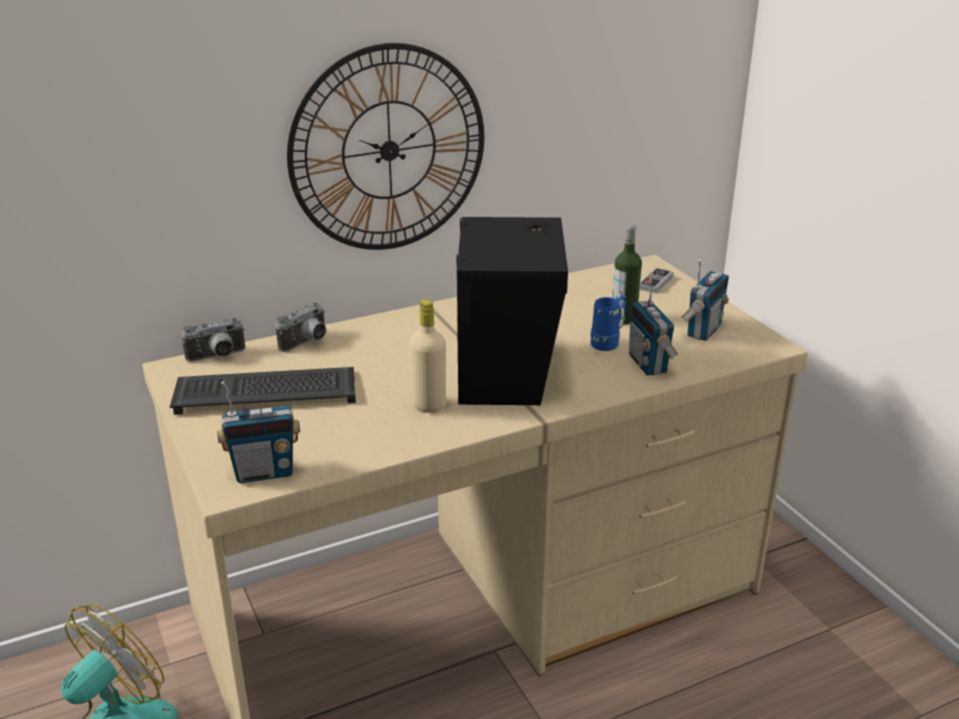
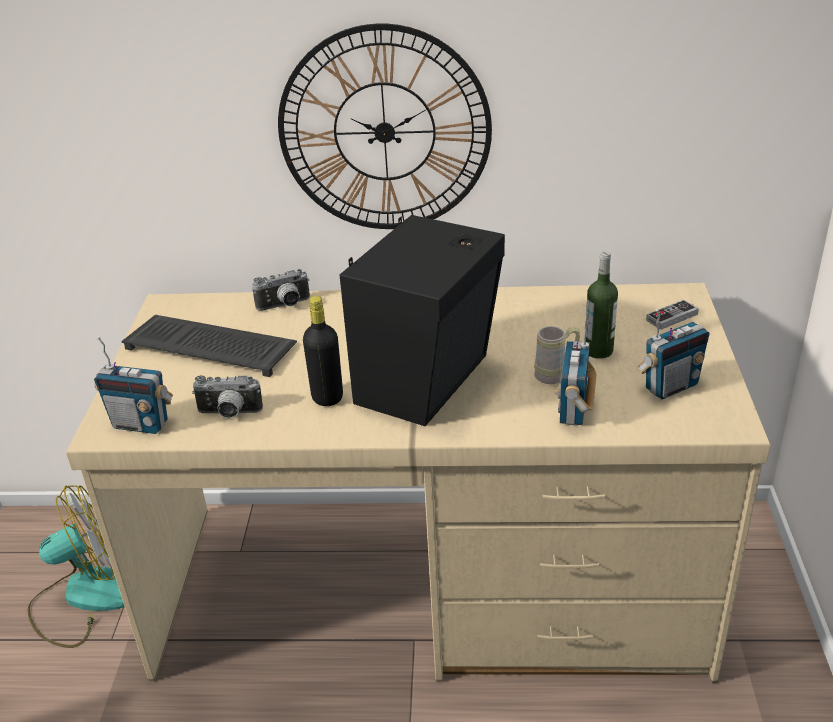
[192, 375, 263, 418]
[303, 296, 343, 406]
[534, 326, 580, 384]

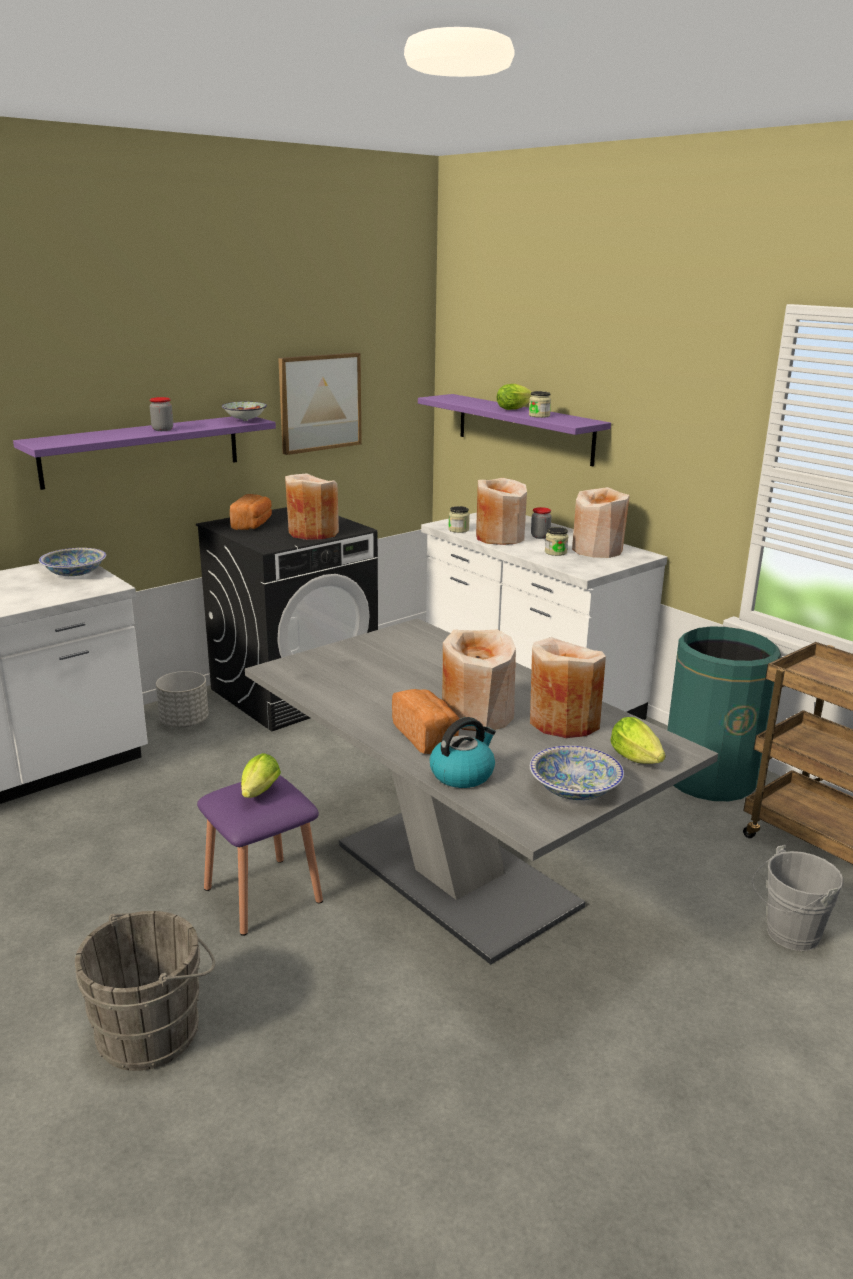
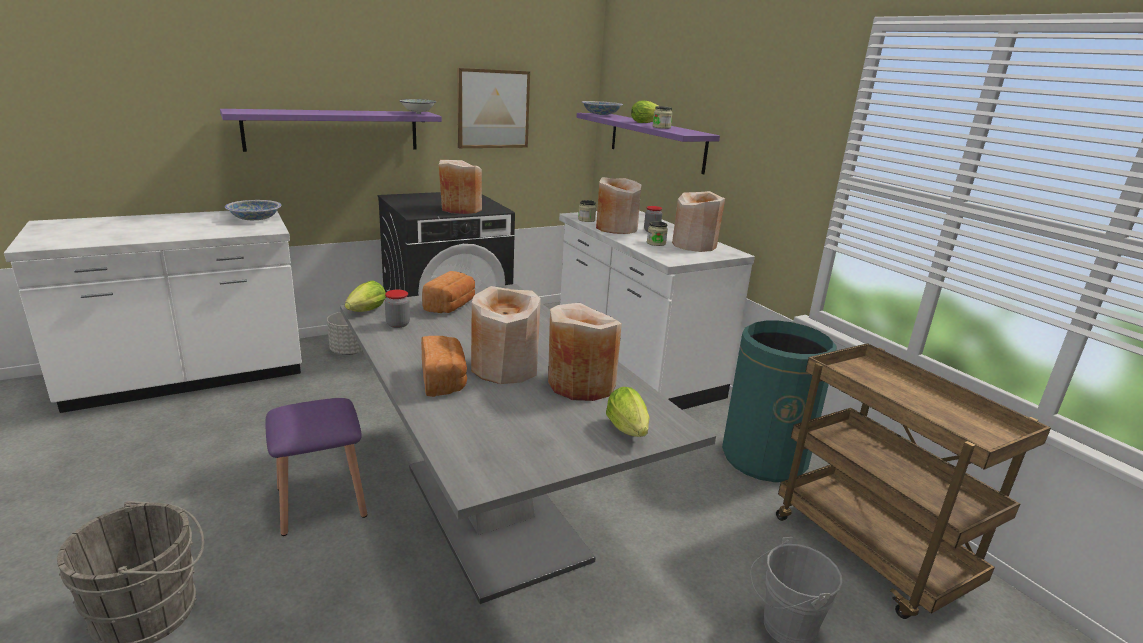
[345, 280, 386, 312]
[385, 290, 410, 328]
[422, 271, 475, 313]
[582, 101, 623, 115]
[430, 717, 496, 788] (first image)

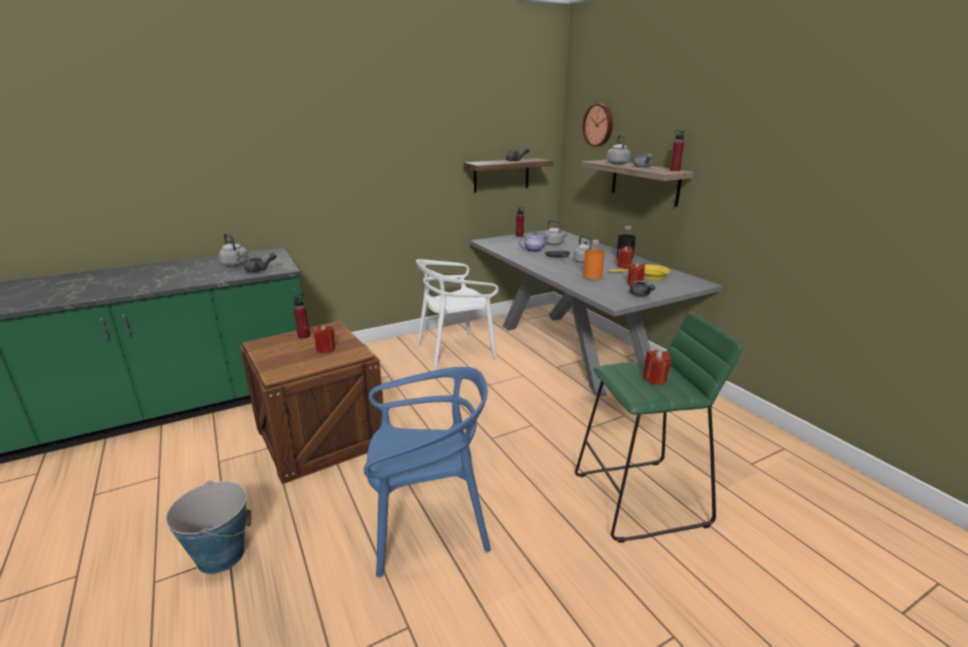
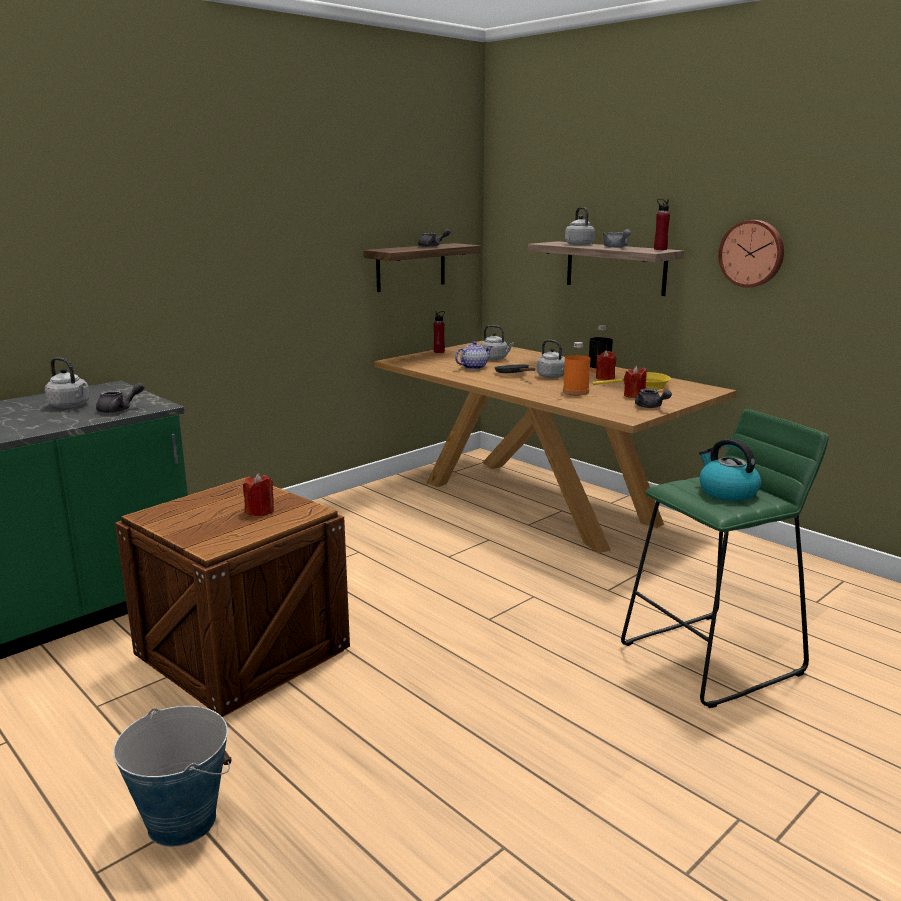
[374, 341, 736, 553]
[699, 438, 761, 501]
[718, 220, 784, 287]
[294, 294, 310, 339] (first image)
[364, 367, 491, 577] (first image)
[416, 259, 499, 368] (first image)

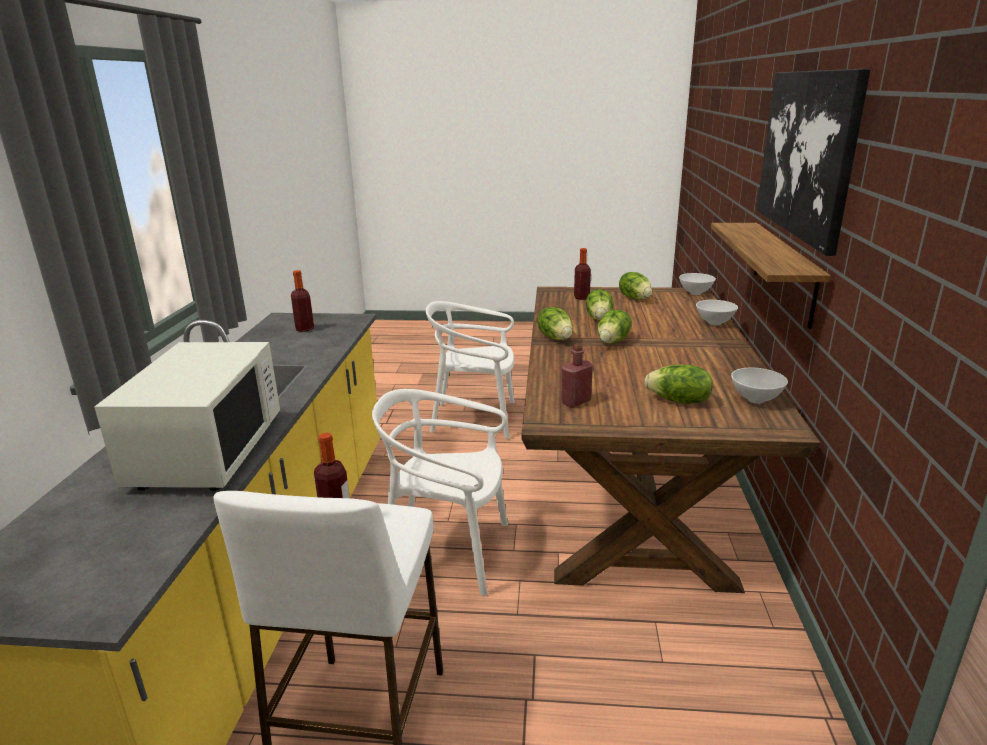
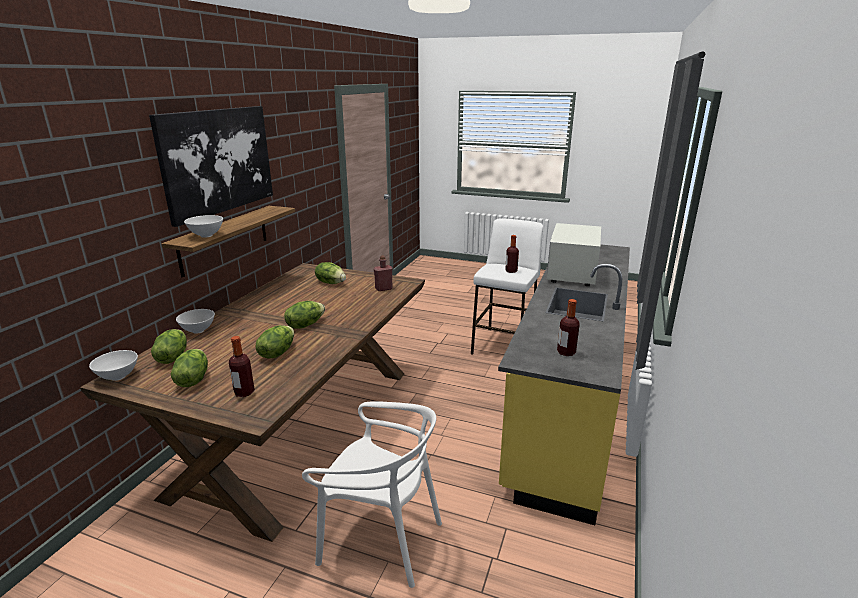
[151, 329, 187, 364]
[184, 215, 223, 238]
[372, 389, 508, 596] (first image)

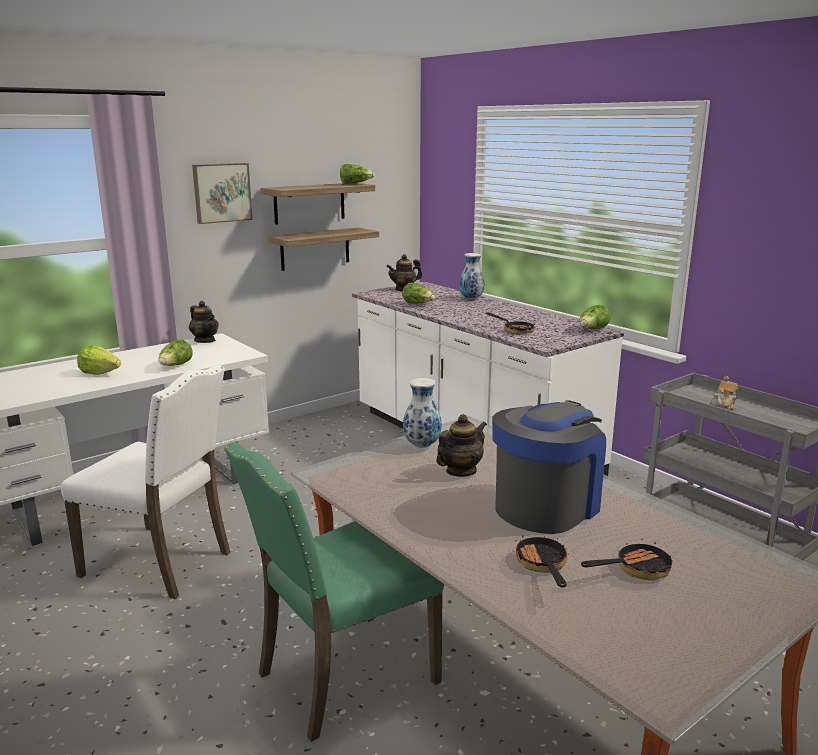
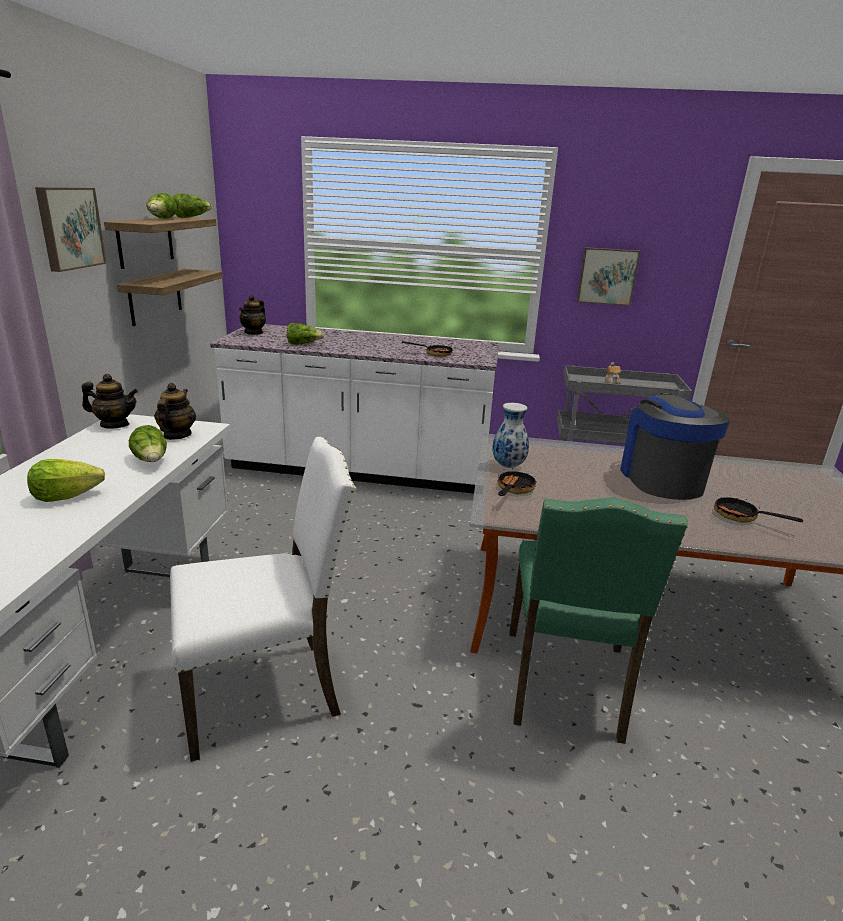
[147, 193, 177, 219]
[154, 383, 196, 440]
[498, 468, 537, 496]
[577, 247, 640, 306]
[459, 253, 485, 299] (first image)

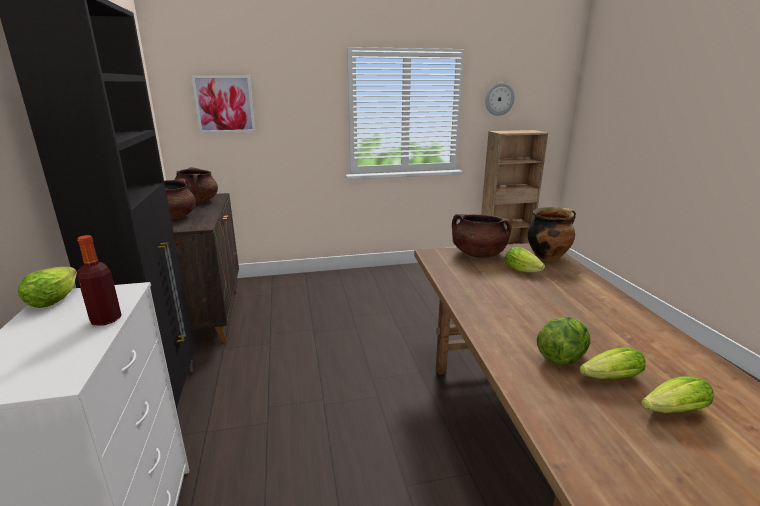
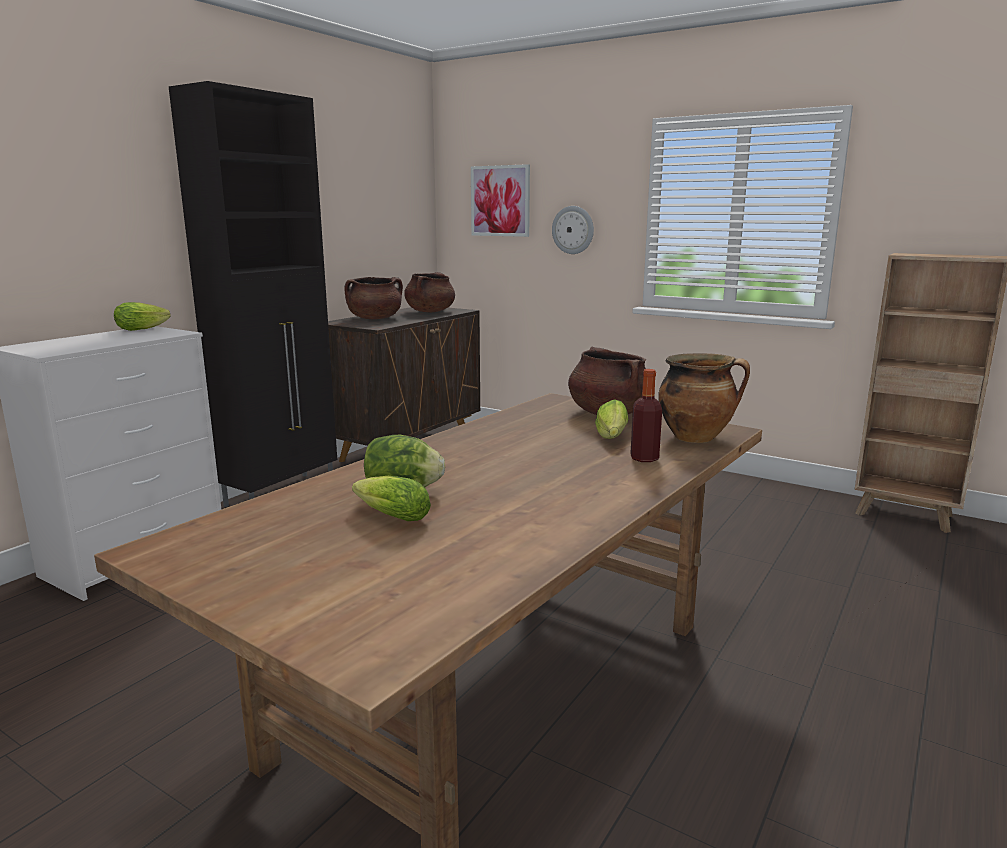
[552, 206, 594, 254]
[630, 369, 662, 462]
[641, 376, 714, 413] (first image)

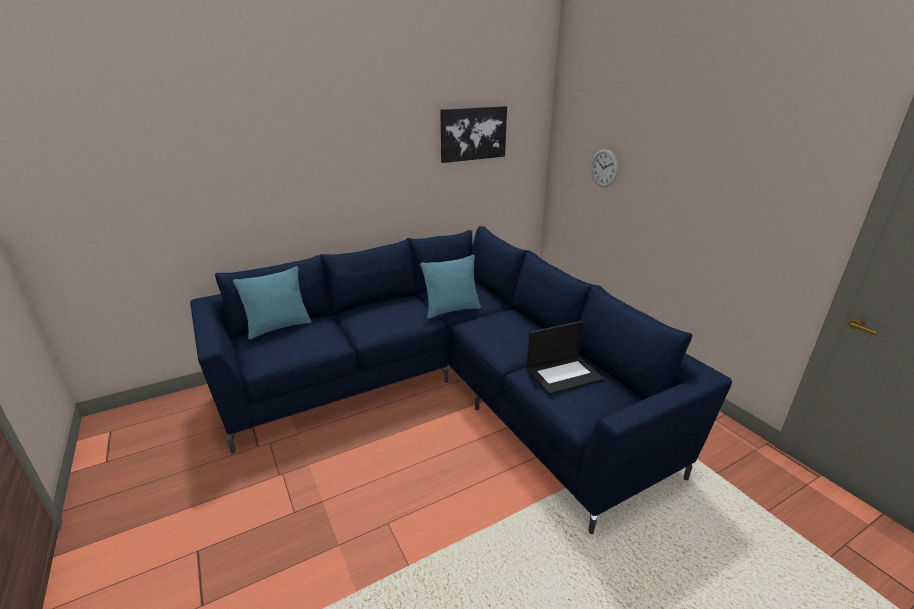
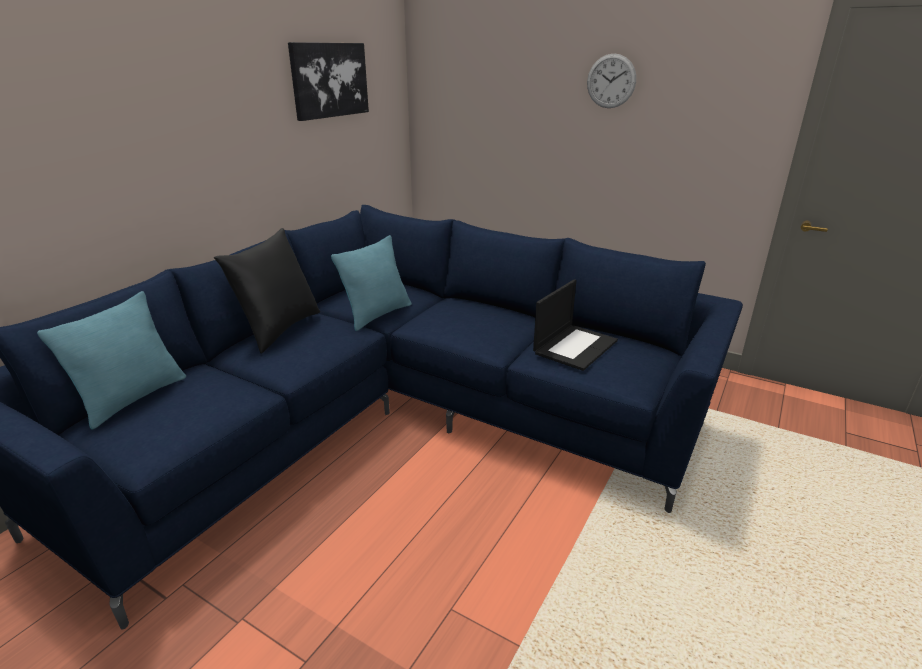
[214, 228, 320, 354]
[587, 54, 636, 108]

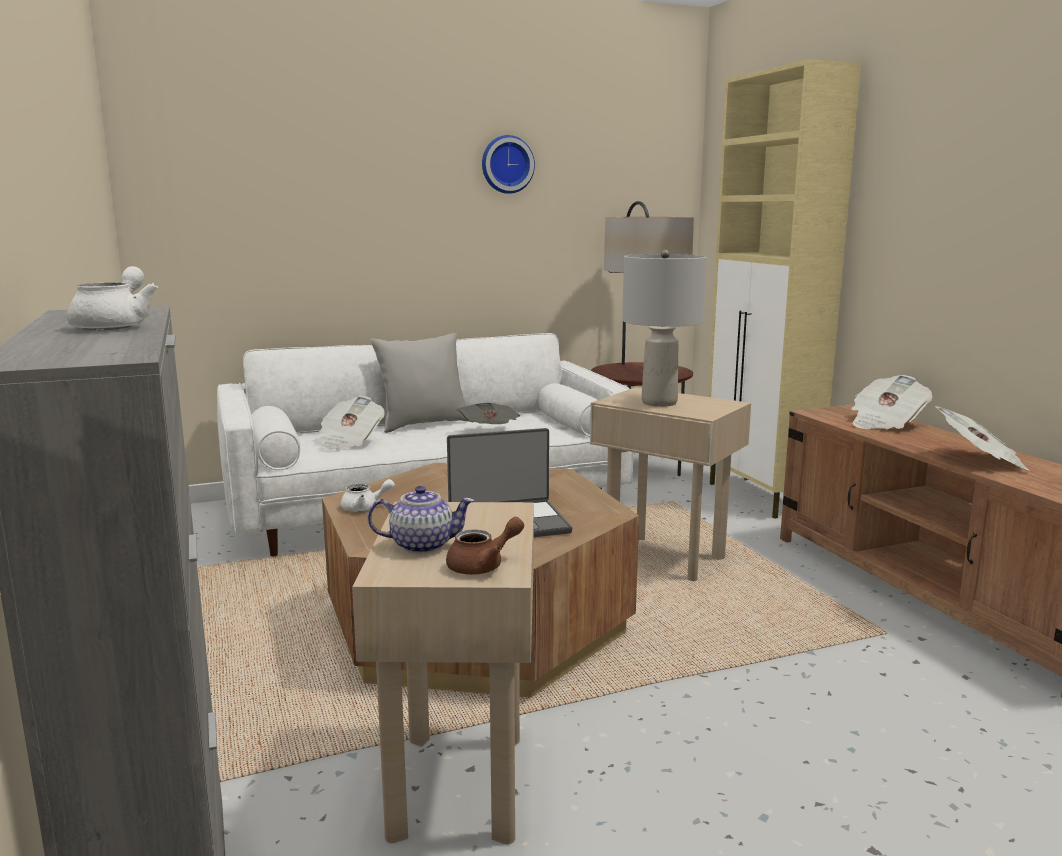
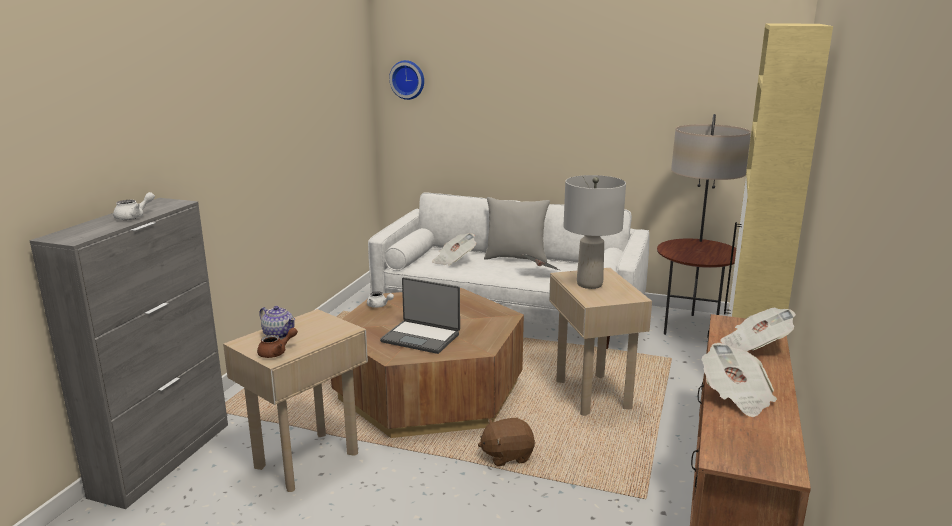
[257, 328, 298, 358]
[389, 60, 424, 100]
[478, 418, 535, 467]

